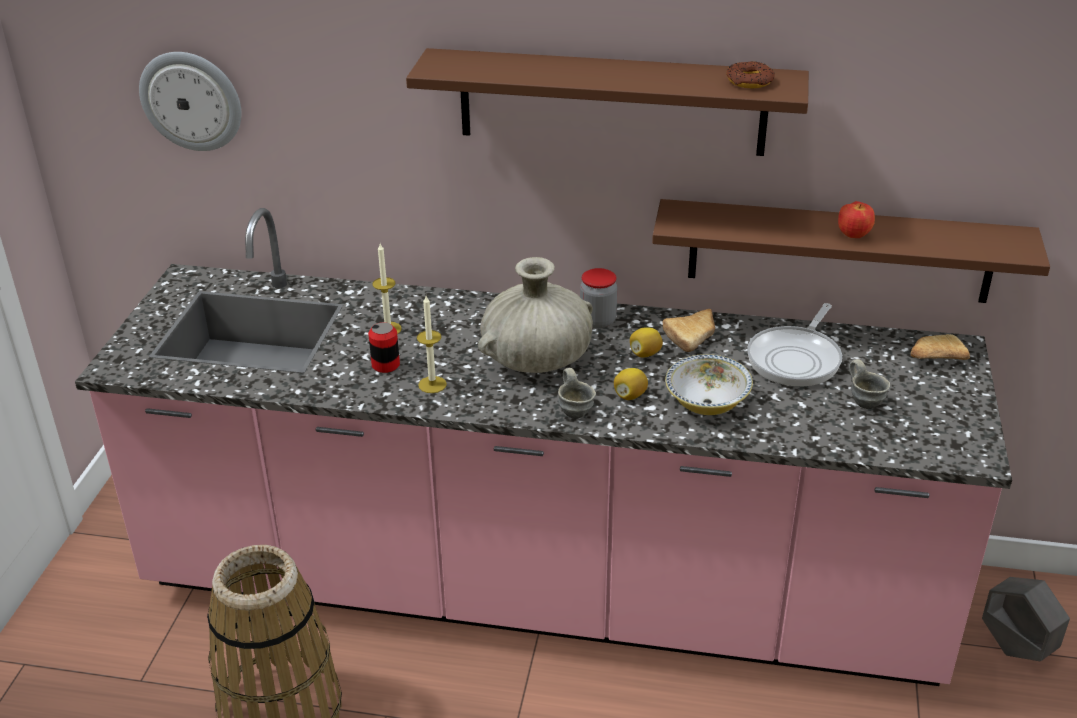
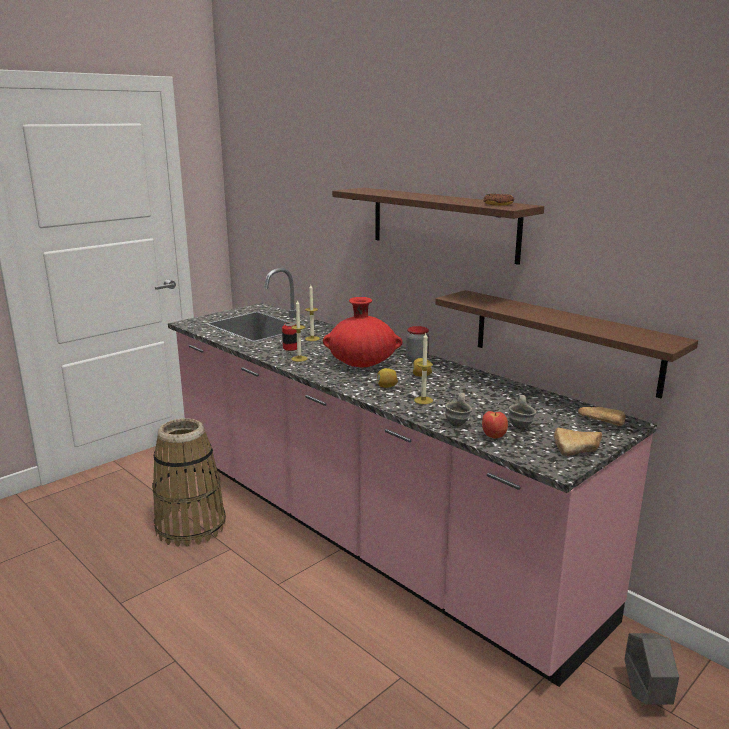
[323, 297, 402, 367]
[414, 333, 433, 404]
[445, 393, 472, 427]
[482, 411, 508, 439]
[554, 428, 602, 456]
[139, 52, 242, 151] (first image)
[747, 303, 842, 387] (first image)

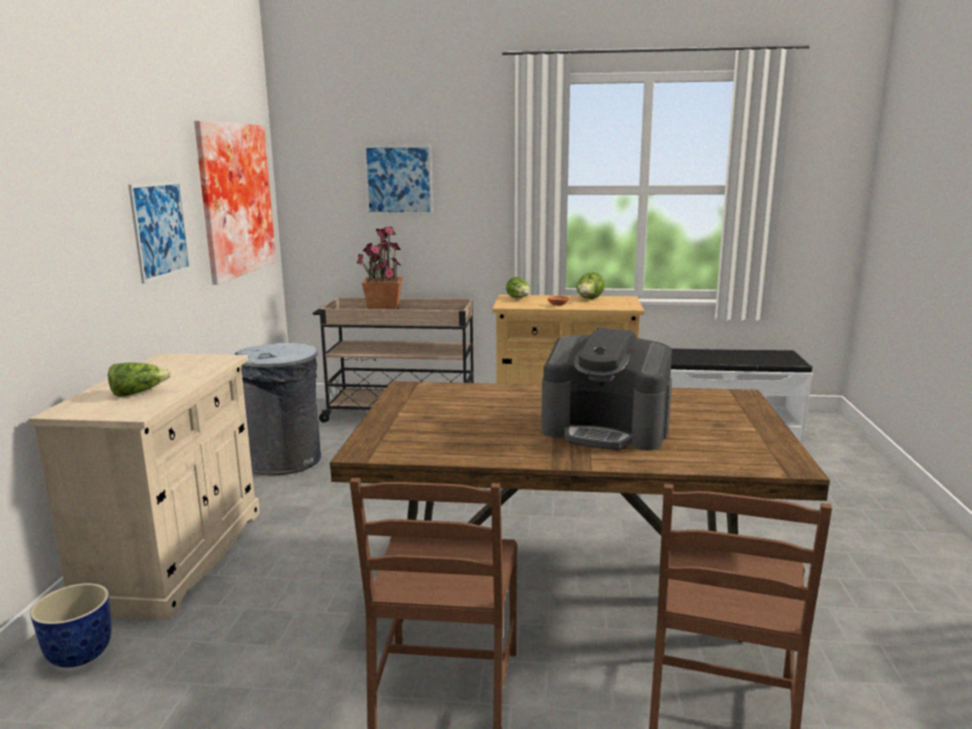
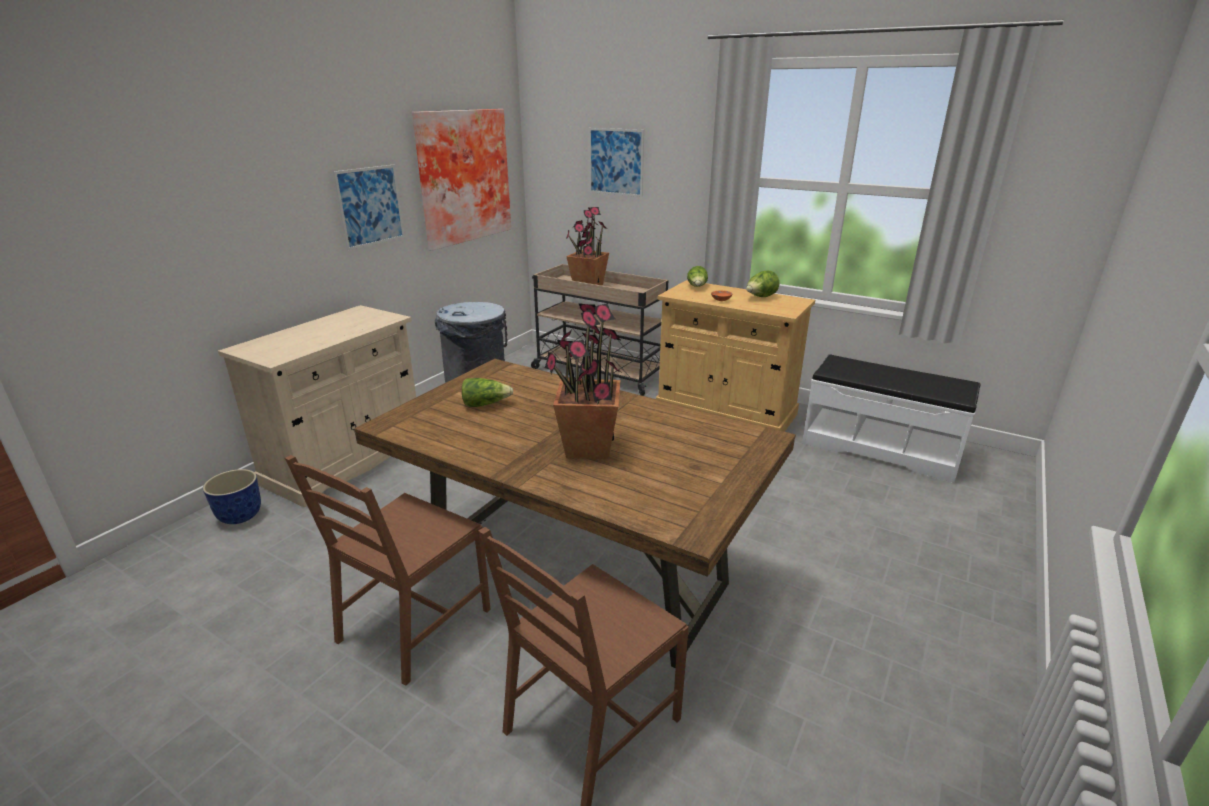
[462, 378, 513, 407]
[545, 303, 621, 459]

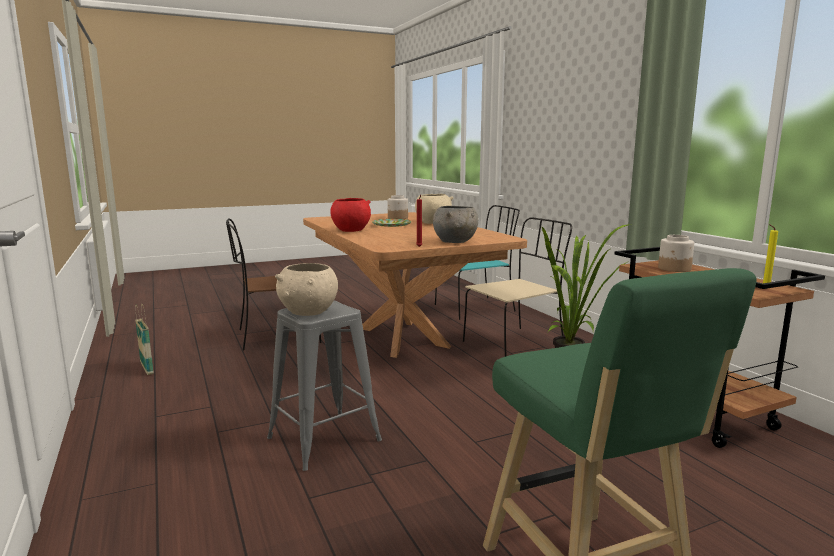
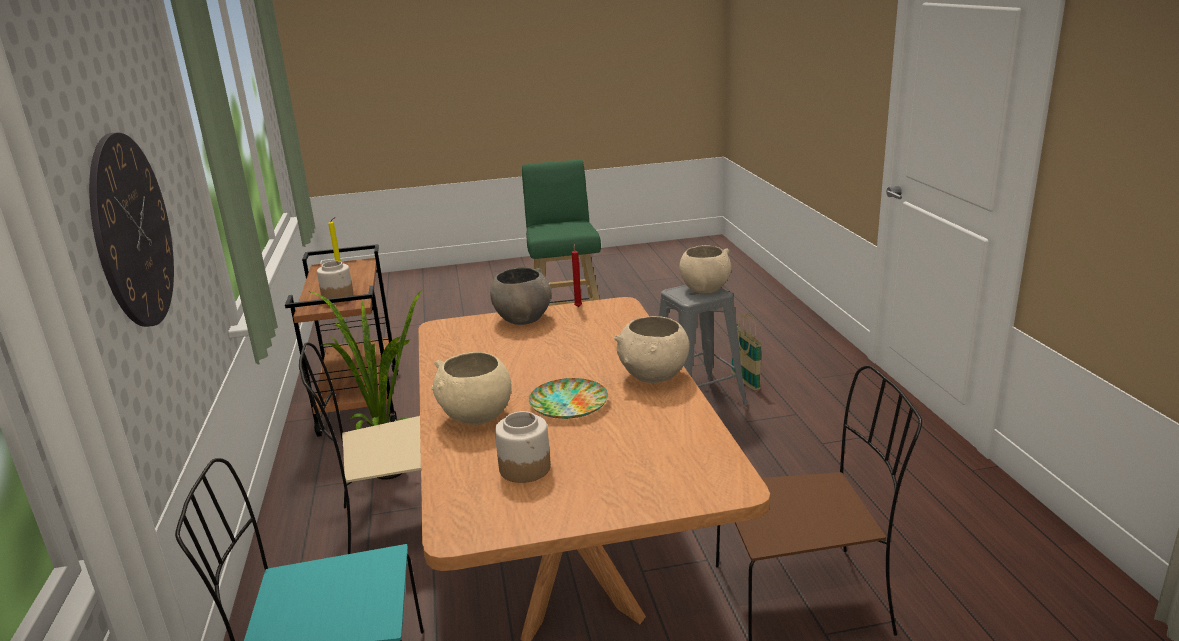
[89, 132, 174, 327]
[614, 316, 690, 383]
[731, 313, 762, 391]

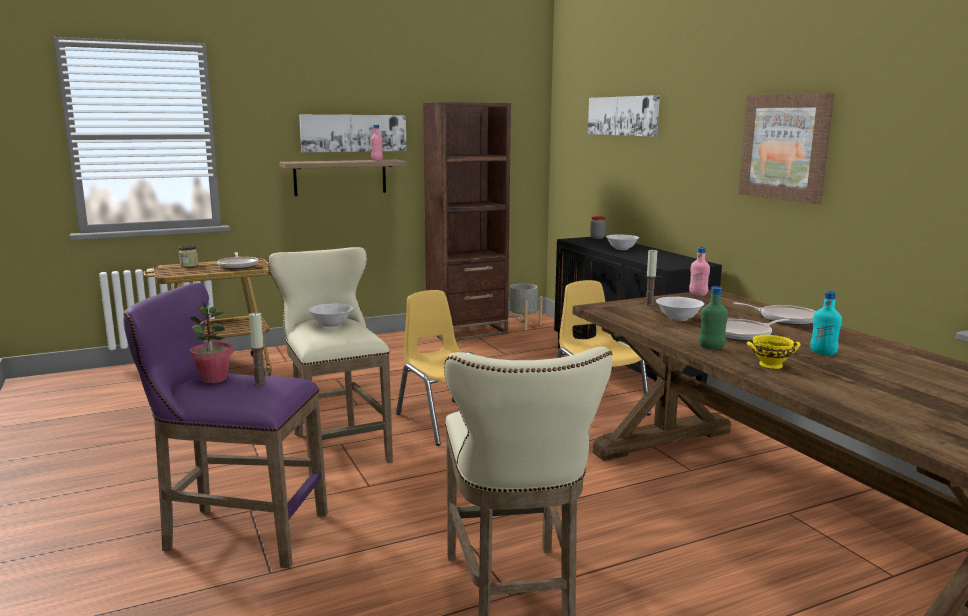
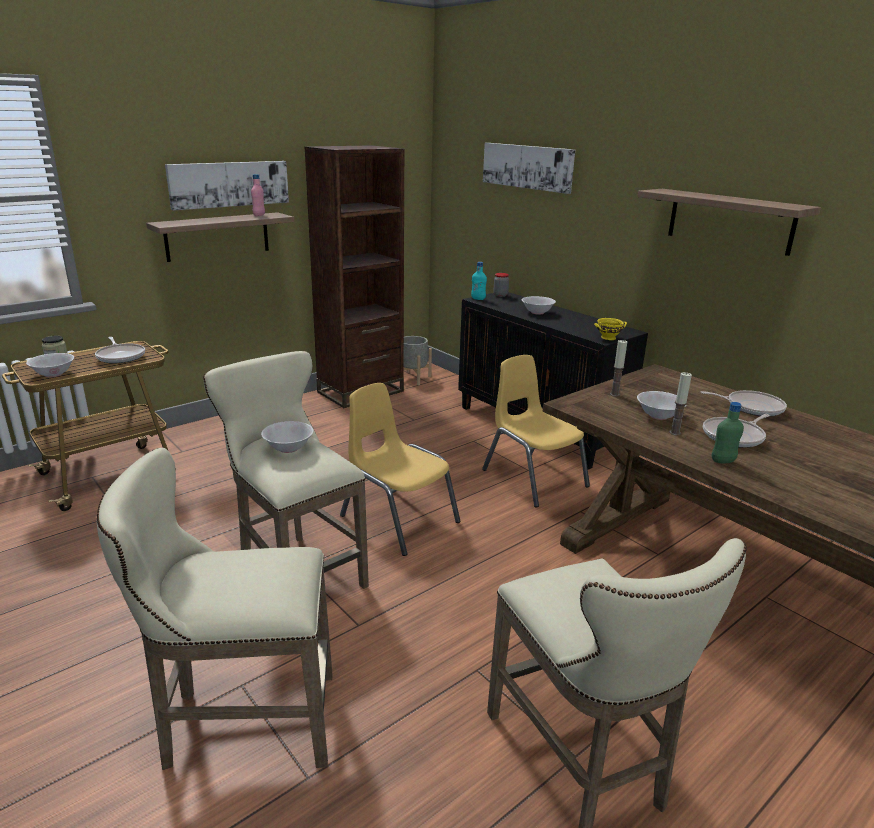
[26, 353, 74, 377]
[97, 448, 332, 770]
[471, 262, 487, 300]
[594, 318, 627, 340]
[638, 189, 821, 256]
[669, 372, 692, 435]
[189, 302, 233, 383] (first image)
[689, 247, 710, 296] (first image)

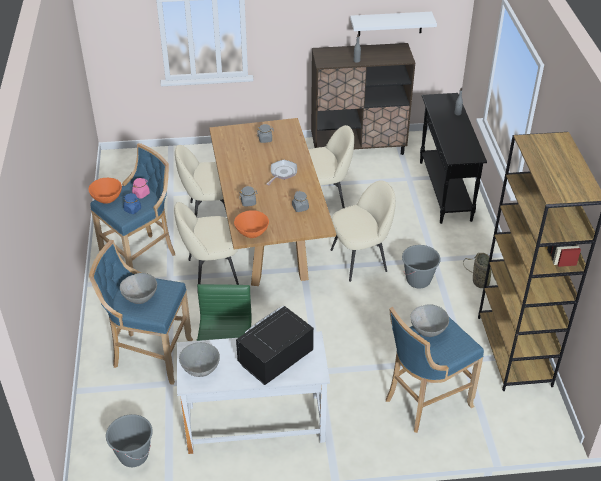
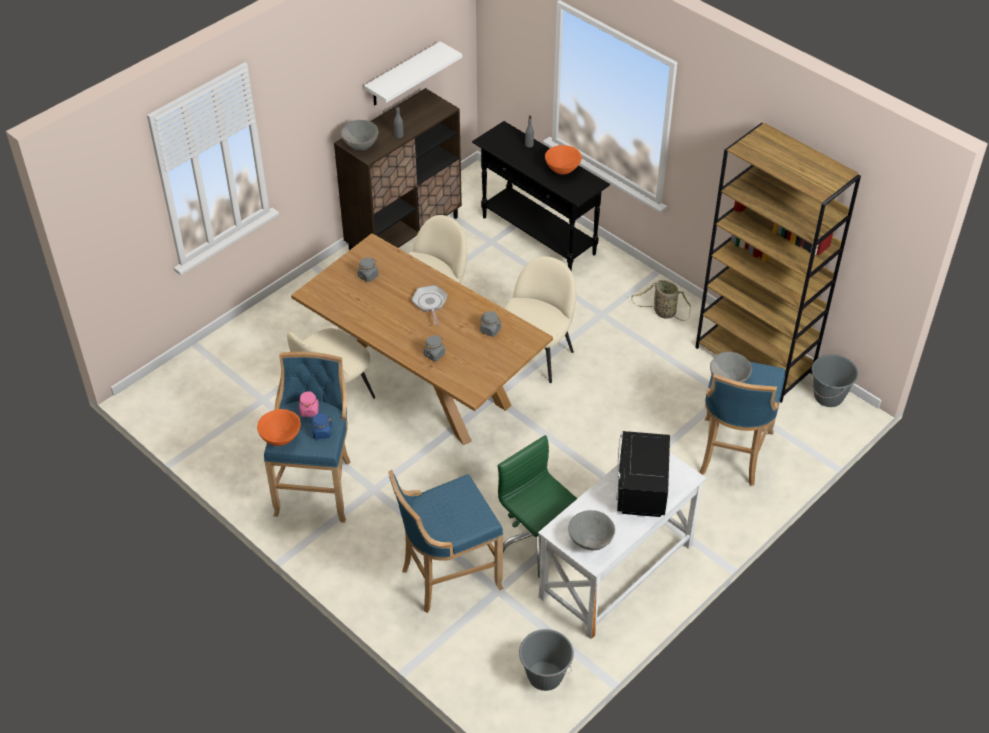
[341, 120, 378, 151]
[545, 145, 582, 175]
[811, 354, 858, 407]
[174, 202, 239, 285] (first image)

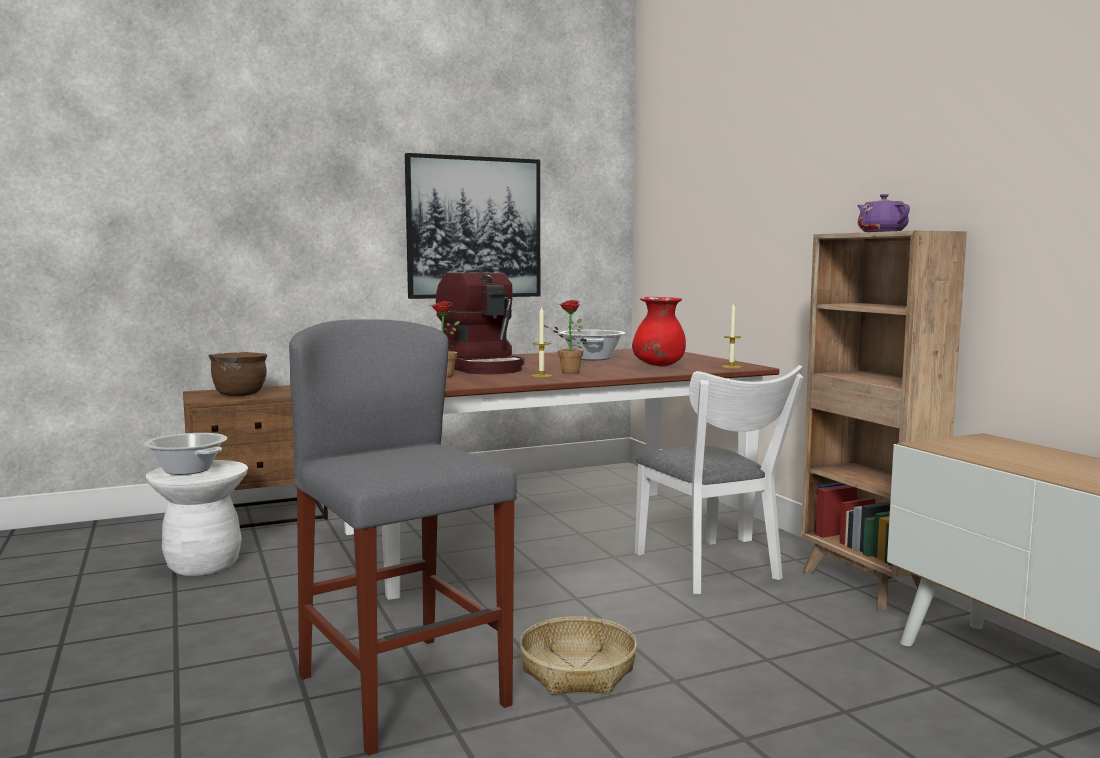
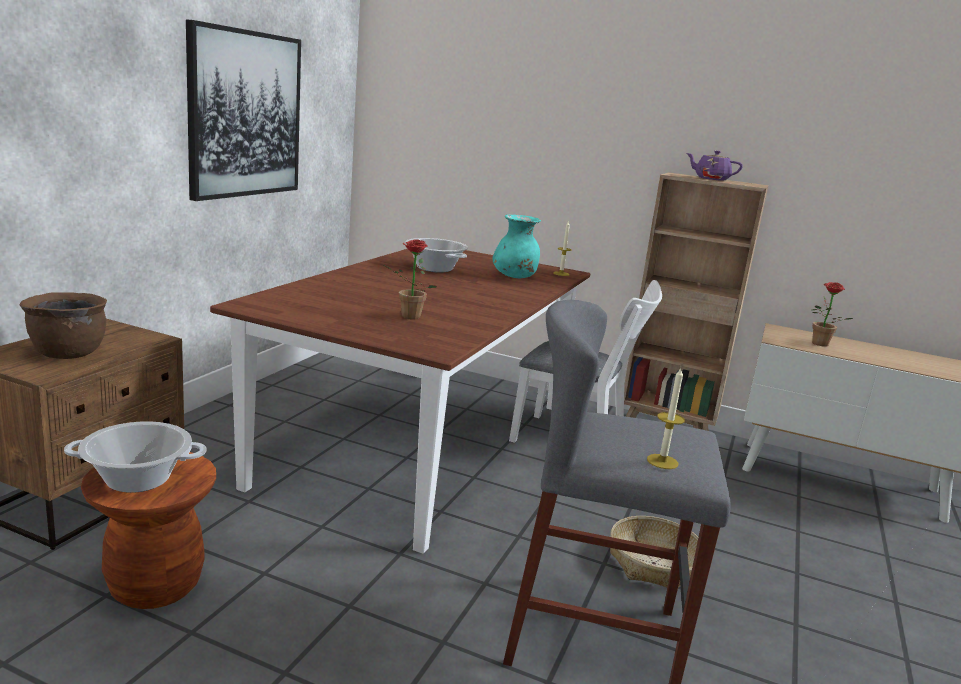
[81, 452, 216, 609]
[492, 214, 541, 278]
[647, 368, 685, 469]
[812, 282, 853, 347]
[436, 270, 524, 374] (first image)

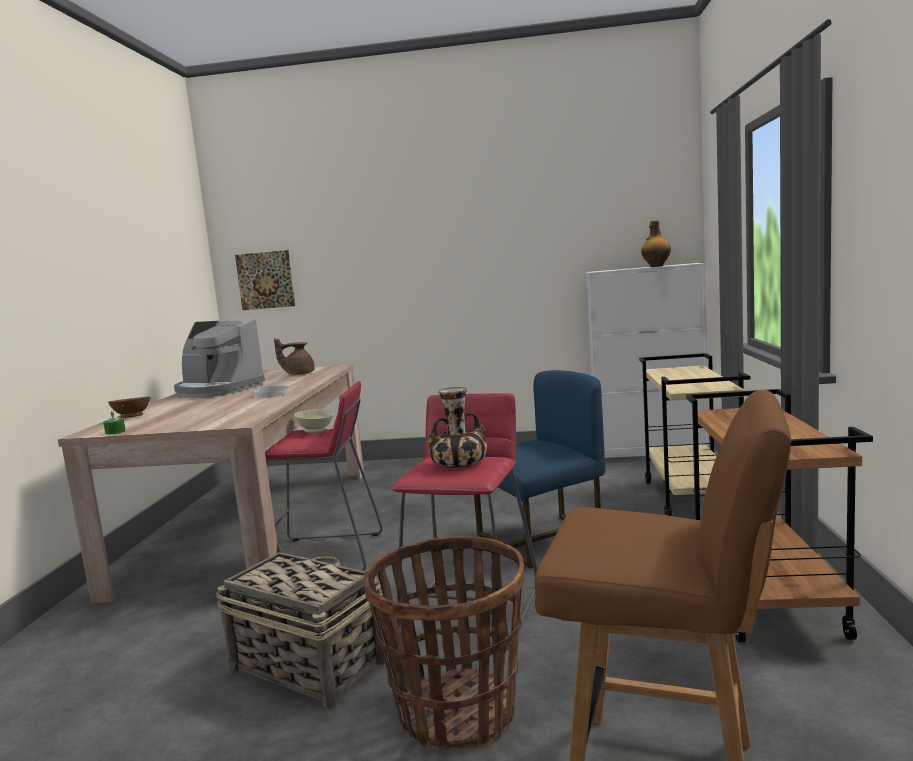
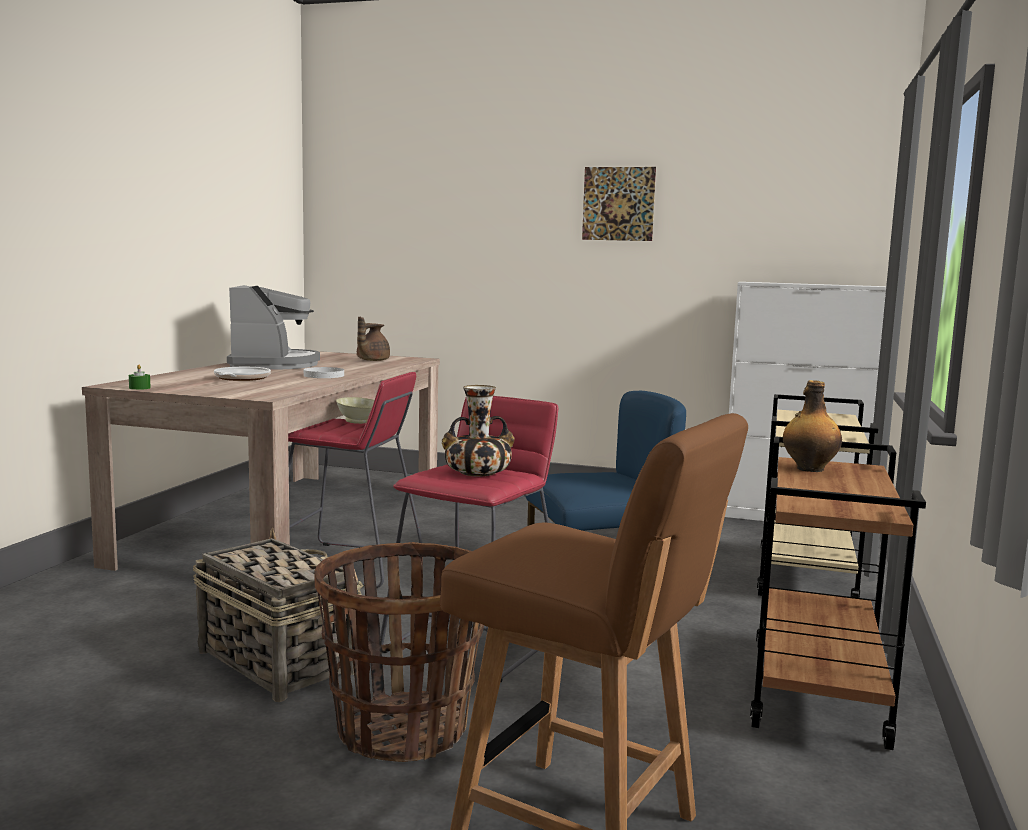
[214, 367, 271, 381]
[227, 285, 320, 370]
[357, 316, 390, 361]
[582, 167, 656, 241]
[783, 380, 842, 472]
[108, 397, 150, 418] (first image)

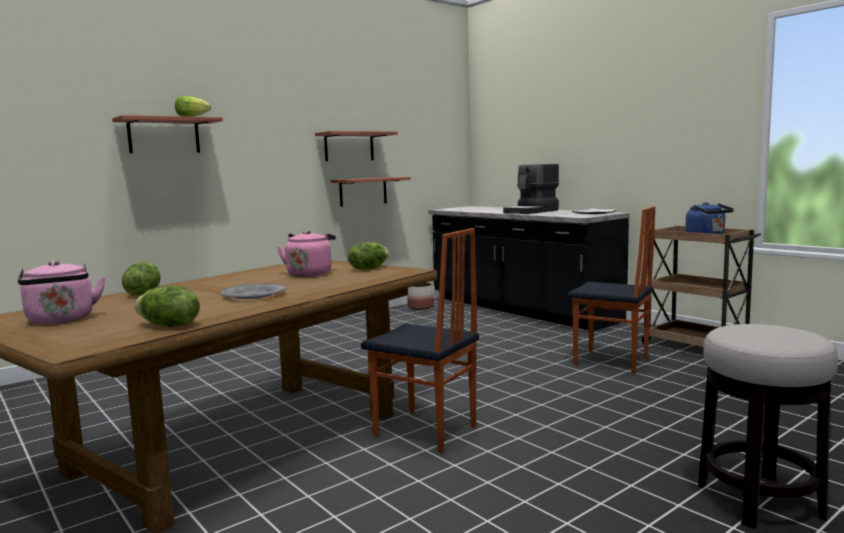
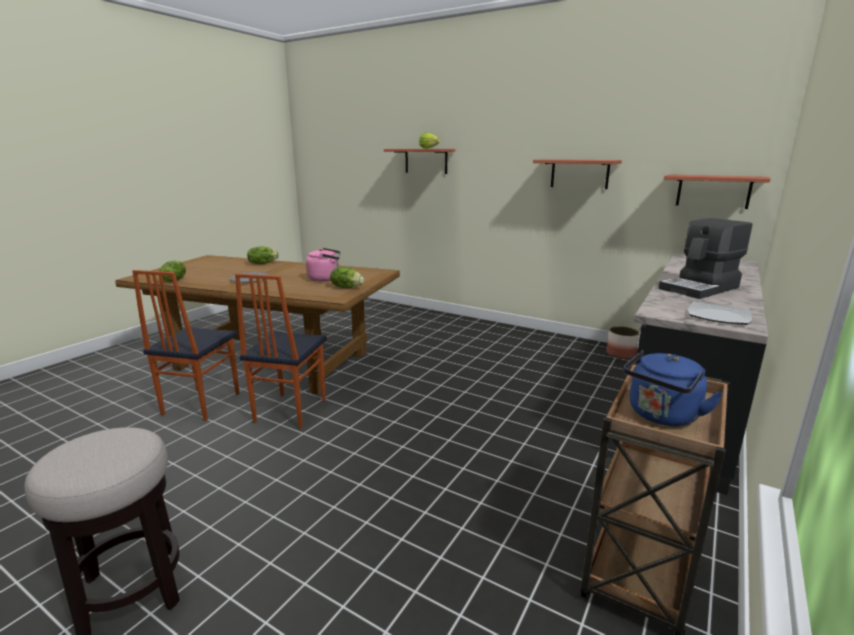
[132, 270, 240, 421]
[658, 218, 753, 299]
[664, 174, 771, 209]
[18, 260, 105, 324] (first image)

